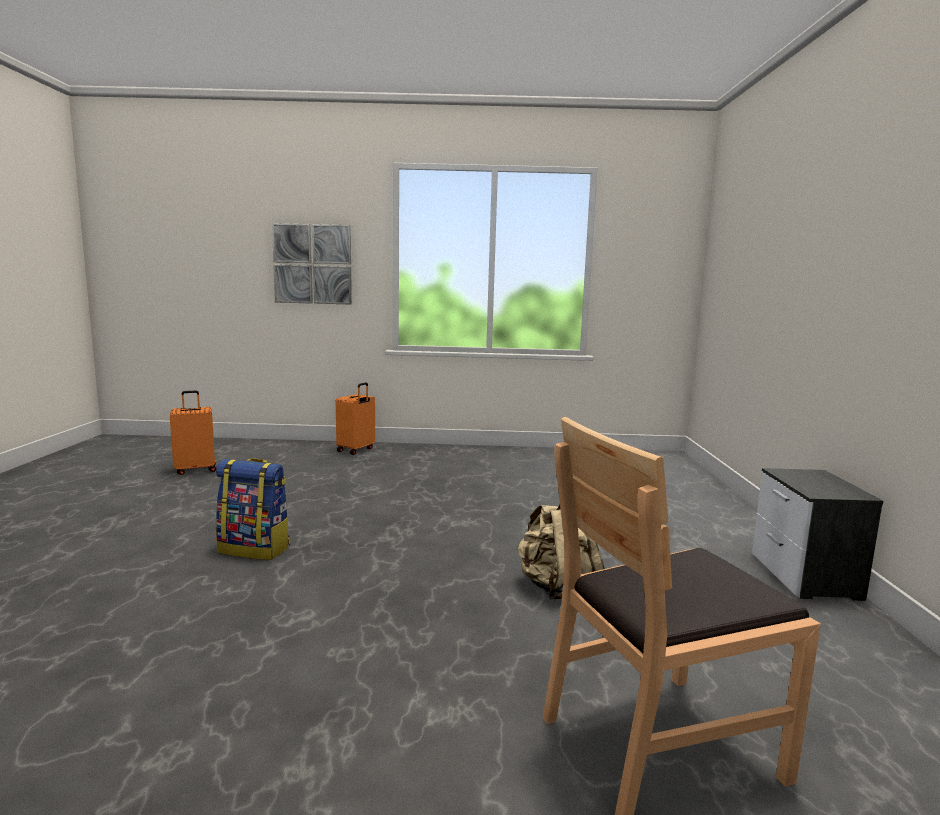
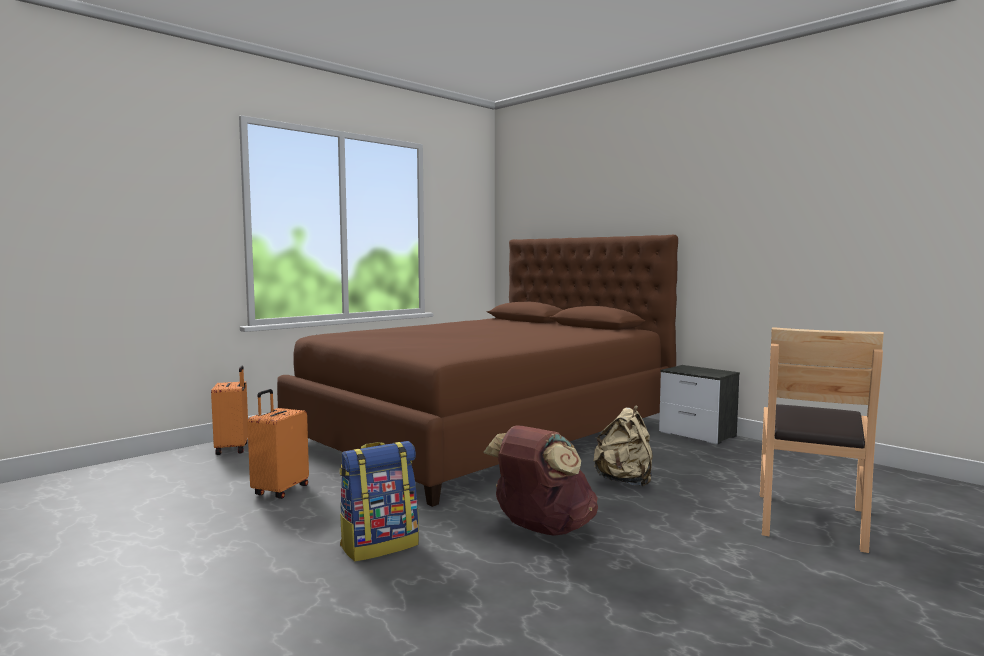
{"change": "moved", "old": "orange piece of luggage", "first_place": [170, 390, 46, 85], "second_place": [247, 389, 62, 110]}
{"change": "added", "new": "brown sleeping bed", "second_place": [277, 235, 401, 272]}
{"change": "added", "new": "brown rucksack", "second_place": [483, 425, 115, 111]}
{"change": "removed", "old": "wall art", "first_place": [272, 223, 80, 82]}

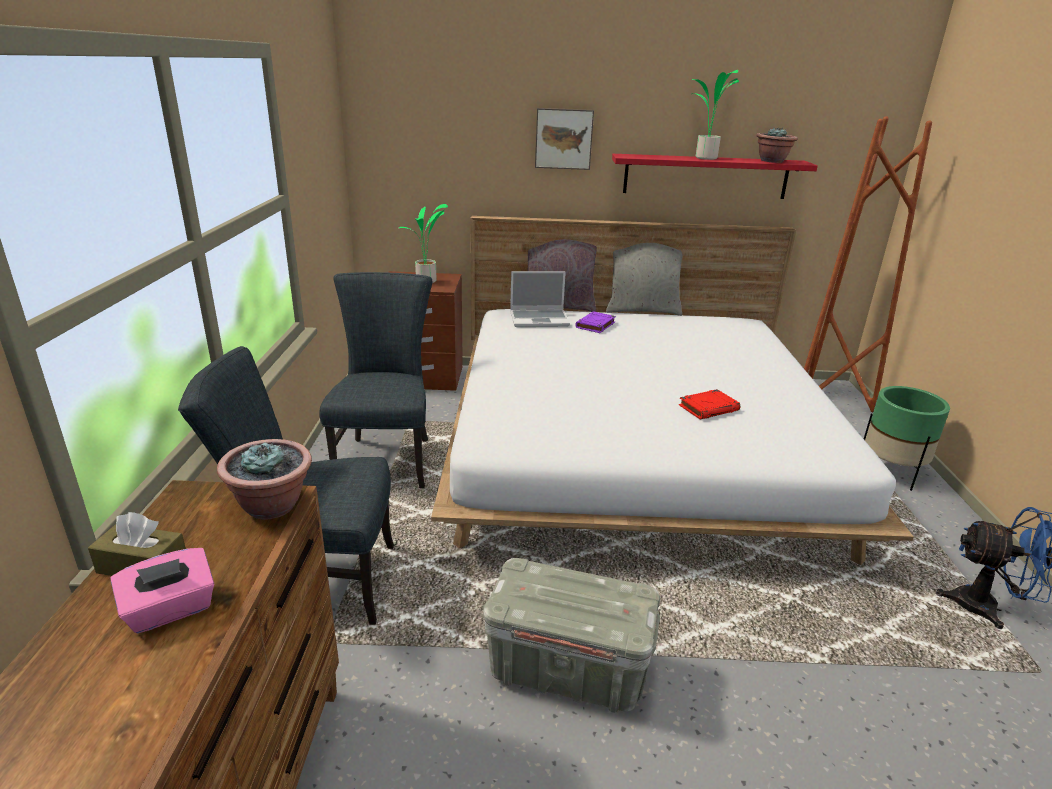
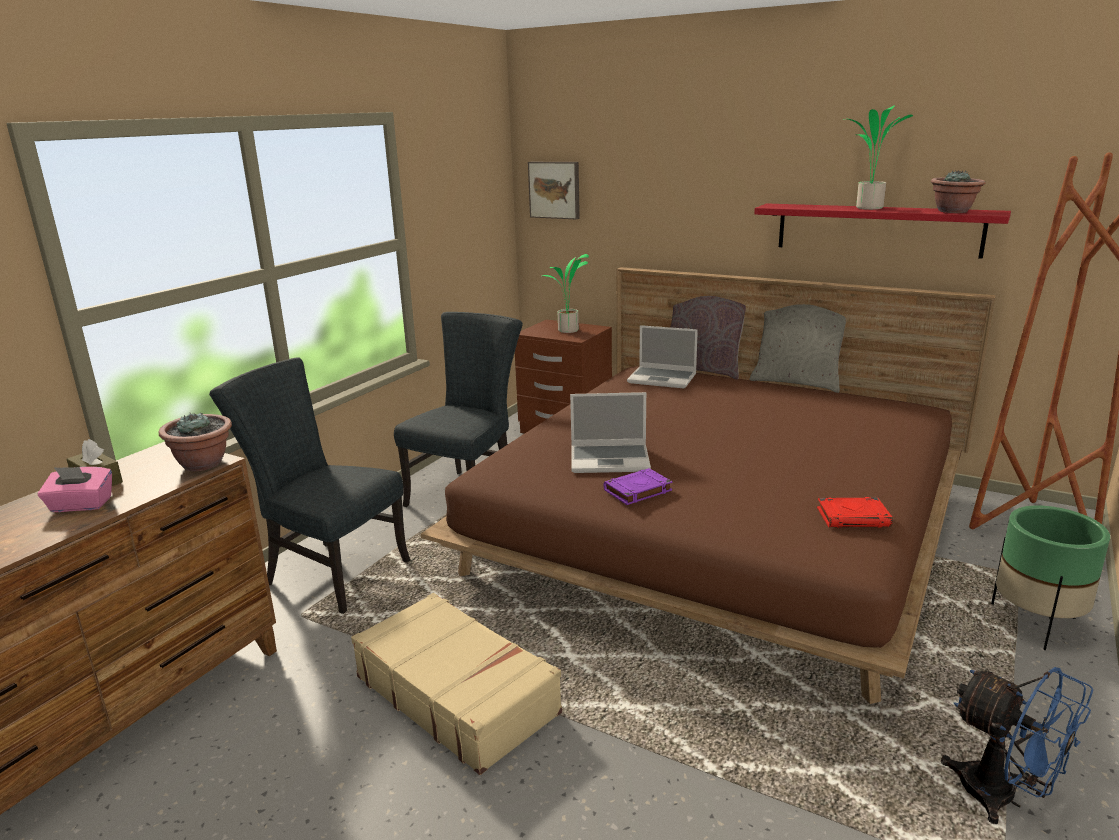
{"change": "replaced", "old": "grey storage box", "new": "beige-coloured piece of luggage", "first_place": [483, 558, 177, 155], "second_place": [351, 593, 211, 182]}
{"change": "recoloured", "old": "white-coloured sleeping bed", "new": "brown sleeping bed", "first_place": [431, 216, 483, 349], "second_place": [421, 267, 574, 437]}
{"change": "moved", "old": "wall art", "first_place": [535, 108, 59, 62], "second_place": [528, 162, 52, 57]}
{"change": "added", "new": "laptop", "second_place": [570, 392, 81, 81]}
{"change": "moved", "old": "purplish book", "first_place": [575, 311, 41, 22], "second_place": [603, 468, 70, 37]}
{"change": "moved", "old": "reddish book", "first_place": [679, 389, 61, 31], "second_place": [817, 497, 76, 31]}

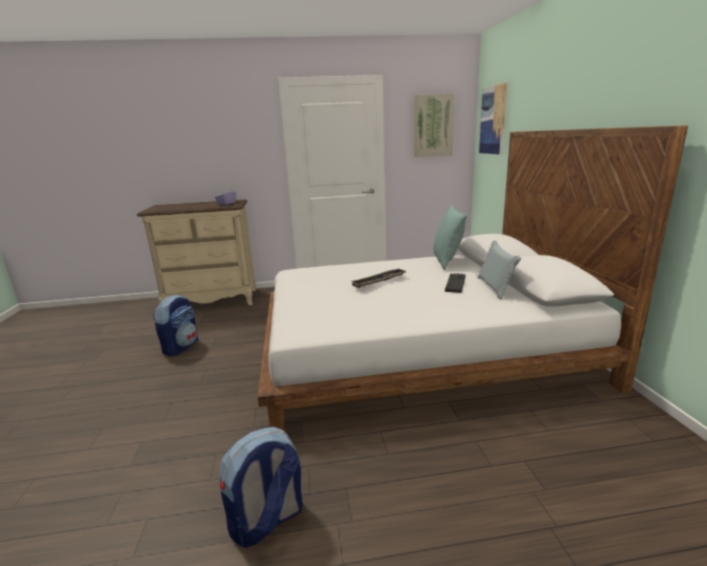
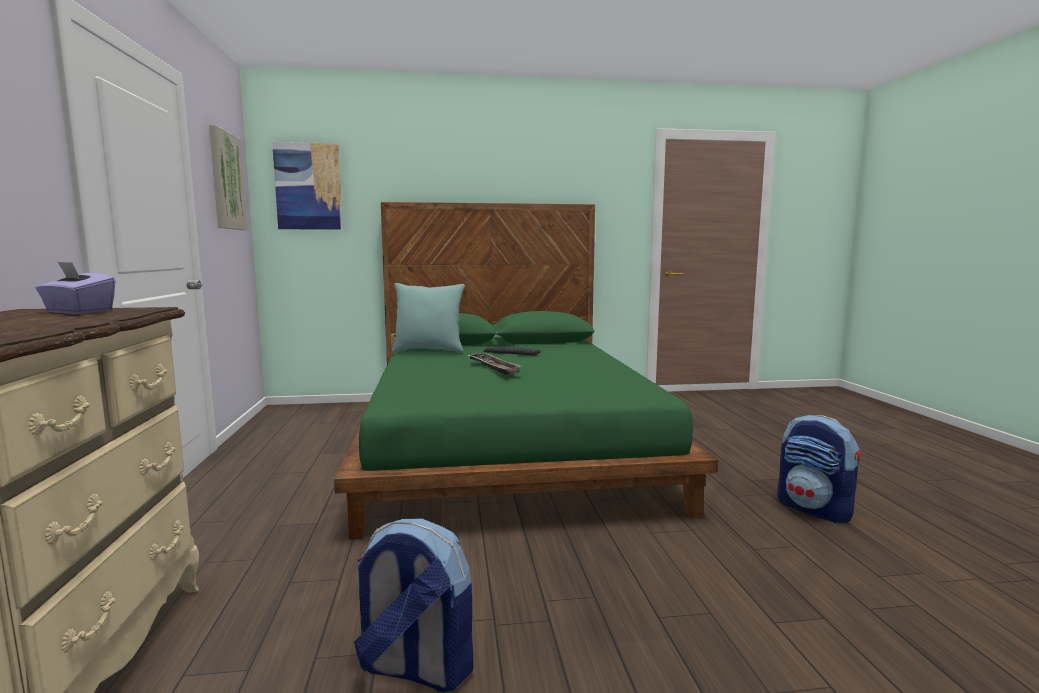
{"change": "recoloured", "old": "white-coloured sleeping bed", "new": "greenish sleeping bed", "first_place": [258, 125, 430, 305], "second_place": [334, 202, 384, 338]}
{"change": "removed", "old": "blue throw pillow", "first_place": [476, 240, 45, 60]}

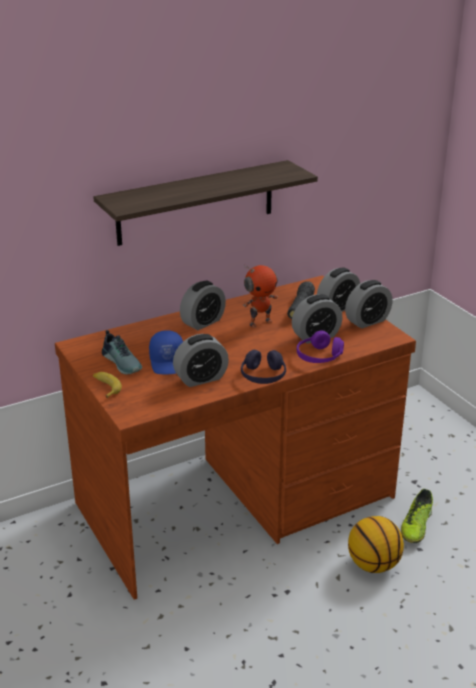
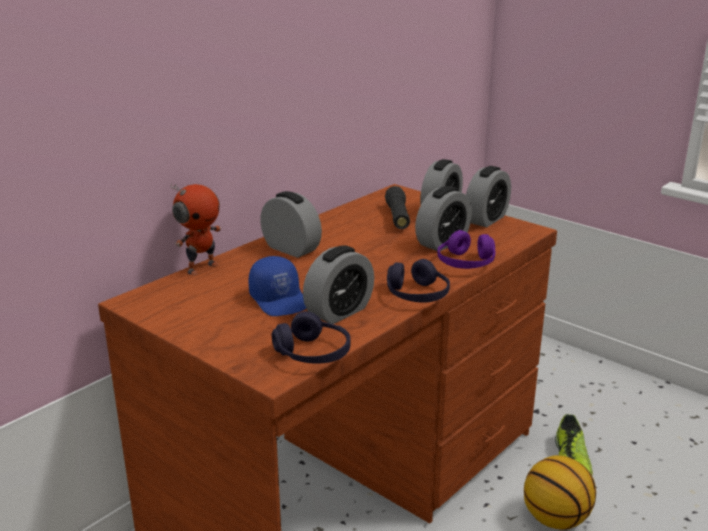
{"change": "moved", "old": "robot figure", "first_place": [243, 264, 35, 63], "second_place": [171, 183, 50, 92]}
{"change": "turned", "old": "alarm clock", "first_place": [180, 281, 46, 49], "second_place": [260, 191, 62, 67], "degrees": -75}
{"change": "added", "new": "purplish pair of headphones", "second_place": [272, 311, 78, 52]}
{"change": "removed", "old": "bracket shelf", "first_place": [93, 160, 225, 86]}
{"change": "removed", "old": "banana fruit", "first_place": [93, 372, 29, 26]}
{"change": "removed", "old": "shoe", "first_place": [102, 330, 40, 45]}

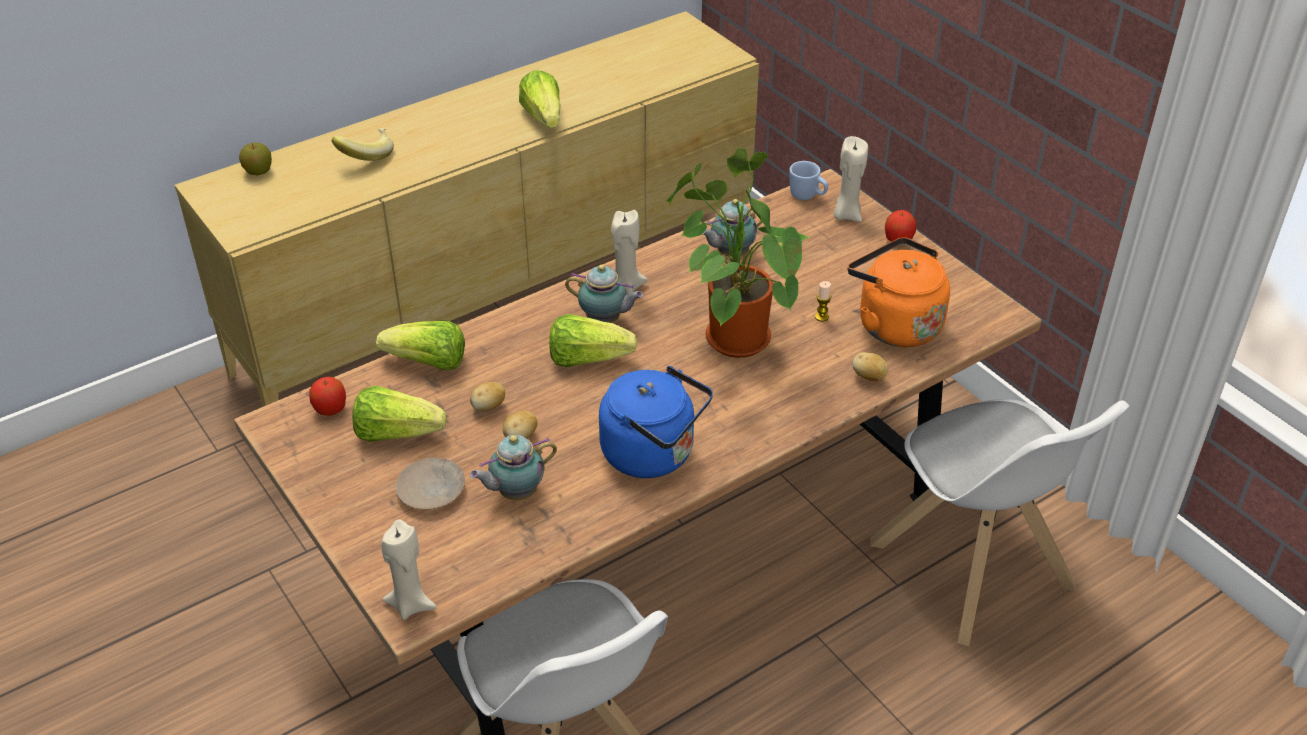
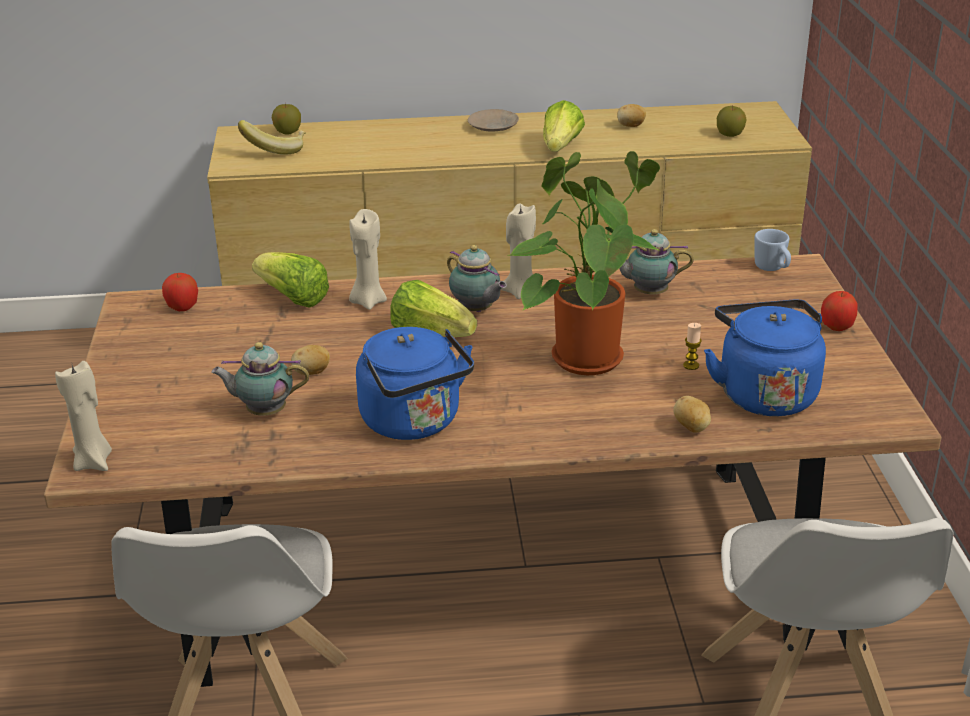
{"change": "moved", "old": "banana fruit", "first_place": [332, 128, 62, 33], "second_place": [238, 120, 68, 35]}
{"change": "moved", "old": "beige-coloured wax light", "first_place": [833, 136, 35, 86], "second_place": [349, 209, 38, 101]}
{"change": "moved", "old": "beige-coloured flat dish", "first_place": [396, 457, 69, 53], "second_place": [468, 109, 51, 23]}
{"change": "moved", "old": "spud", "first_place": [470, 382, 35, 30], "second_place": [617, 104, 29, 23]}
{"change": "recoloured", "old": "orange tea kettle", "new": "blue tea kettle", "first_place": [848, 238, 102, 109], "second_place": [704, 300, 122, 116]}
{"change": "added", "new": "apple", "second_place": [717, 105, 29, 32]}
{"change": "removed", "old": "lettuce", "first_place": [352, 385, 94, 57]}

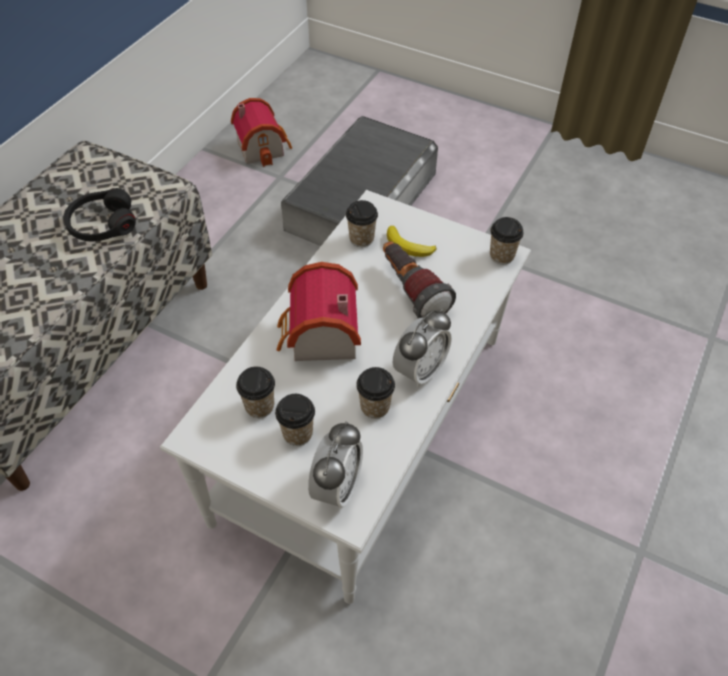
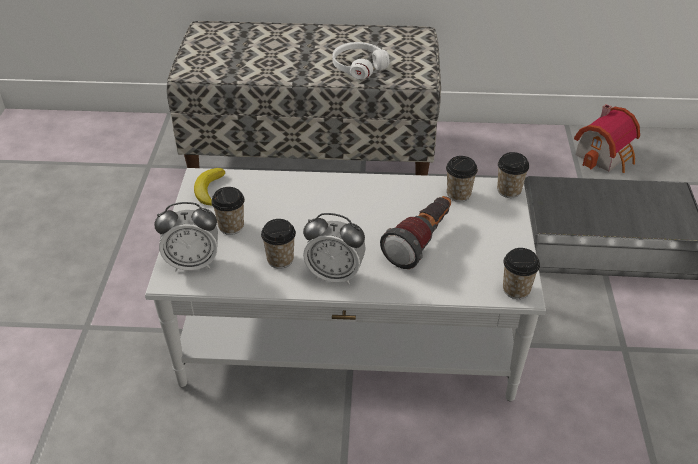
{"change": "moved", "old": "banana fruit", "first_place": [387, 226, 50, 31], "second_place": [194, 168, 31, 38]}
{"change": "recoloured", "old": "blackish pair of headphones", "new": "white-coloured pair of headphones", "first_place": [63, 188, 73, 53], "second_place": [332, 42, 58, 38]}
{"change": "moved", "old": "cup", "first_place": [236, 367, 39, 51], "second_place": [497, 152, 32, 46]}
{"change": "removed", "old": "model house", "first_place": [276, 262, 85, 99]}

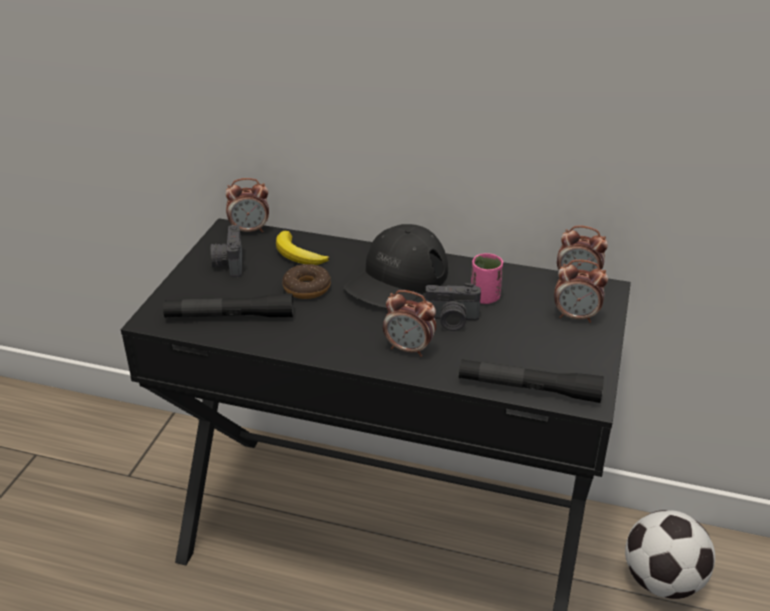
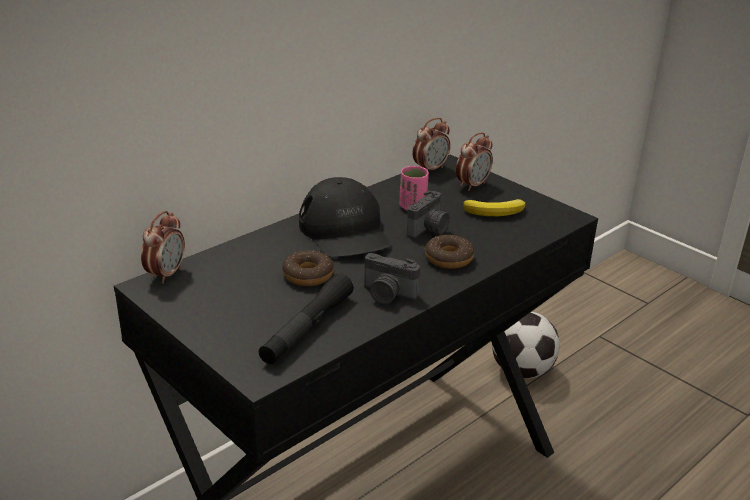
{"change": "moved", "old": "photo camera", "first_place": [211, 225, 31, 52], "second_place": [364, 253, 56, 51]}
{"change": "replaced", "old": "alarm clock", "new": "ring doughnut", "first_place": [383, 290, 53, 67], "second_place": [425, 235, 49, 34]}
{"change": "moved", "old": "banana fruit", "first_place": [276, 231, 53, 34], "second_place": [463, 199, 62, 17]}
{"change": "removed", "old": "blackish hand torch", "first_place": [459, 359, 145, 44]}

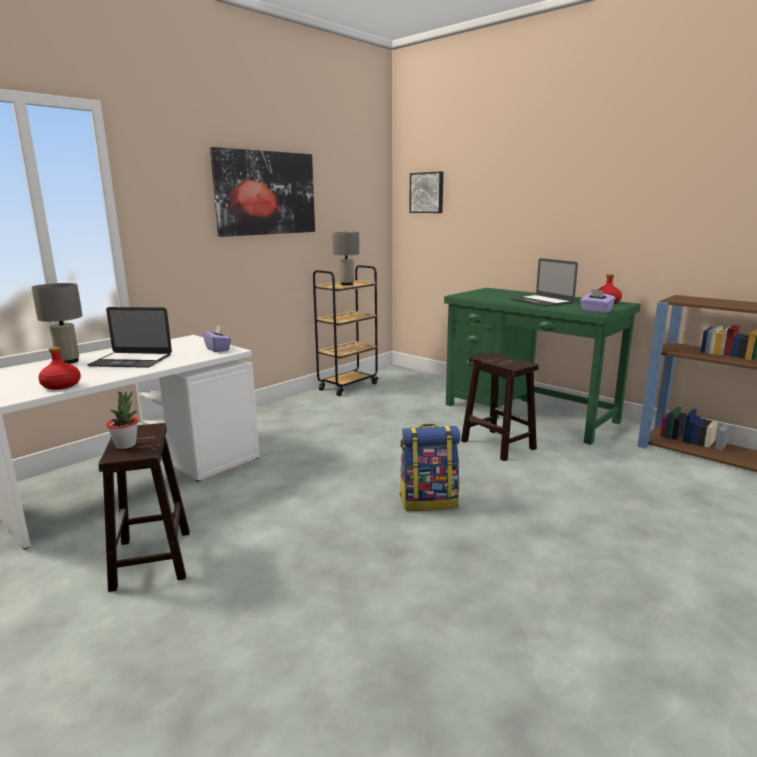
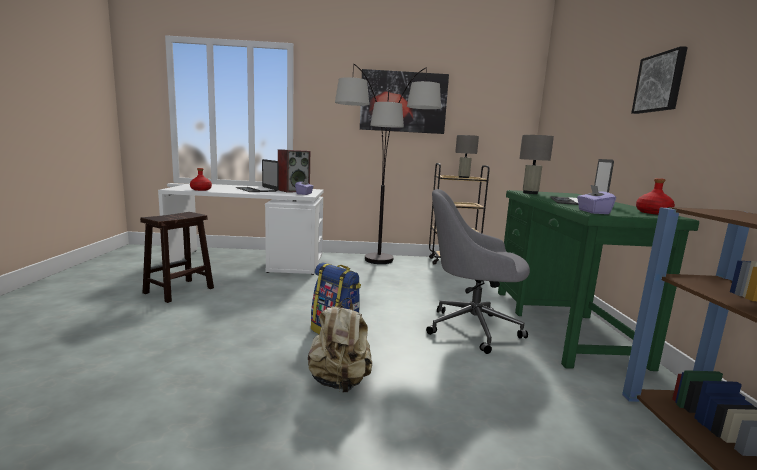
{"change": "added", "new": "speaker", "second_place": [278, 149, 32, 44]}
{"change": "added", "new": "beige-coloured rucksack", "second_place": [308, 298, 64, 95]}
{"change": "added", "new": "standing lamp", "second_place": [335, 64, 106, 200]}
{"change": "replaced", "old": "brown stool seat", "new": "grey office chair", "first_place": [461, 352, 78, 109], "second_place": [426, 189, 104, 165]}
{"change": "moved", "old": "grey tabletop lamp", "first_place": [32, 283, 50, 81], "second_place": [520, 135, 34, 59]}
{"change": "moved", "old": "wall art", "first_place": [409, 171, 34, 42], "second_place": [631, 46, 57, 68]}
{"change": "removed", "old": "plant in a pot", "first_place": [106, 391, 32, 58]}

